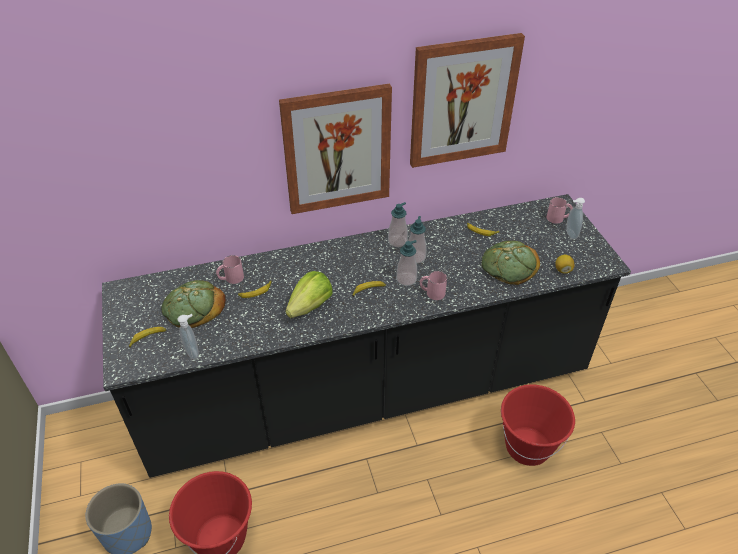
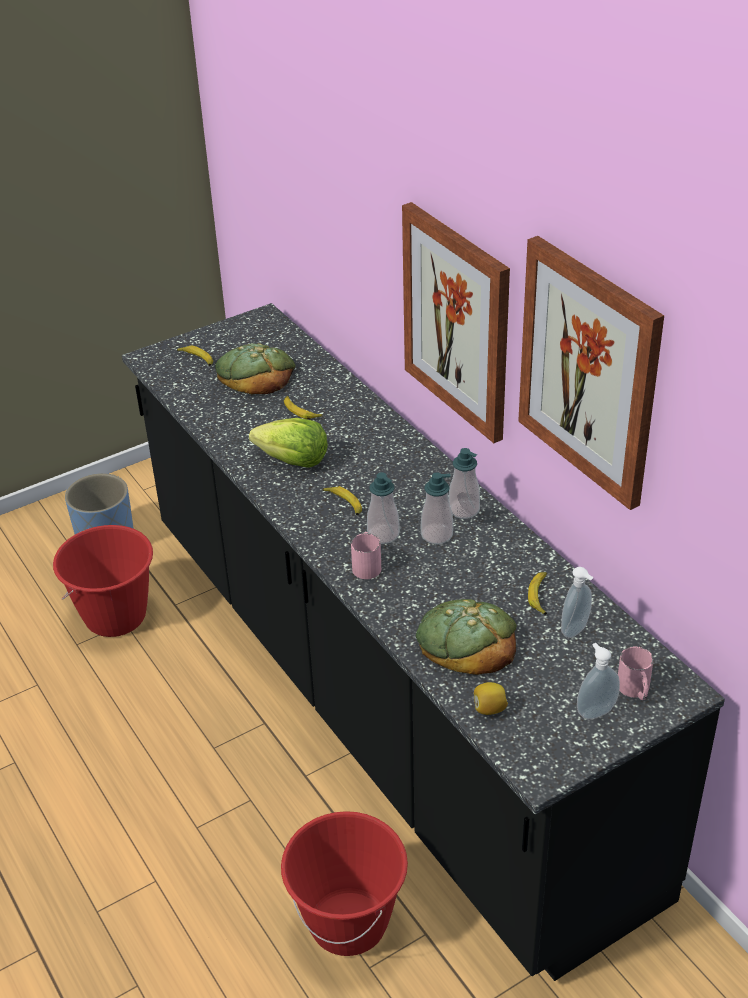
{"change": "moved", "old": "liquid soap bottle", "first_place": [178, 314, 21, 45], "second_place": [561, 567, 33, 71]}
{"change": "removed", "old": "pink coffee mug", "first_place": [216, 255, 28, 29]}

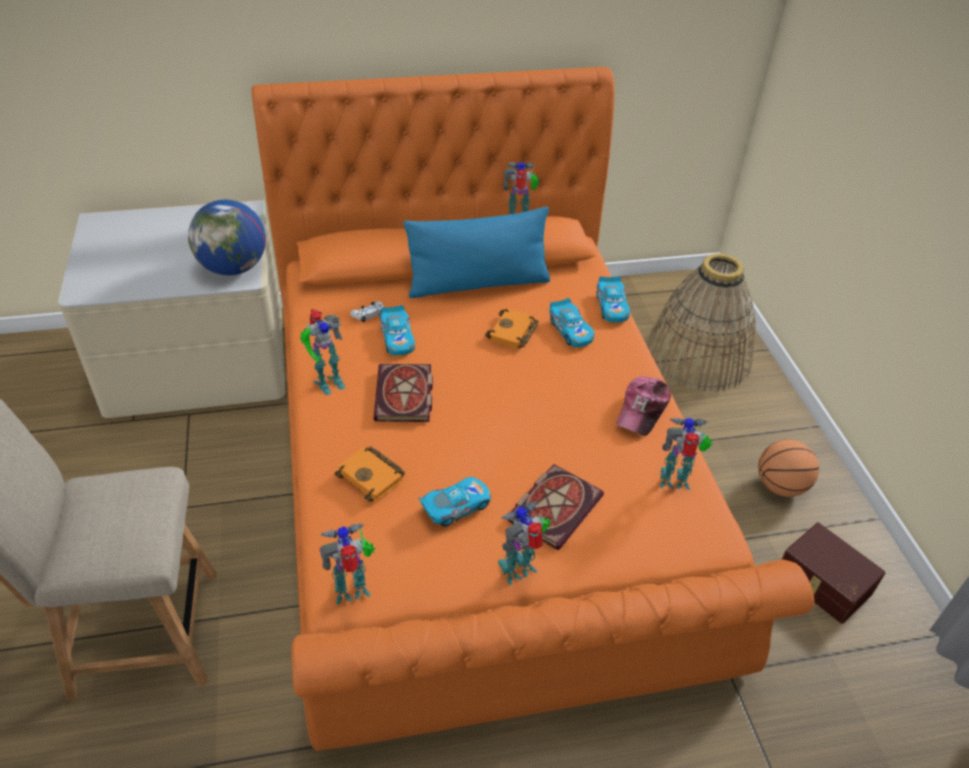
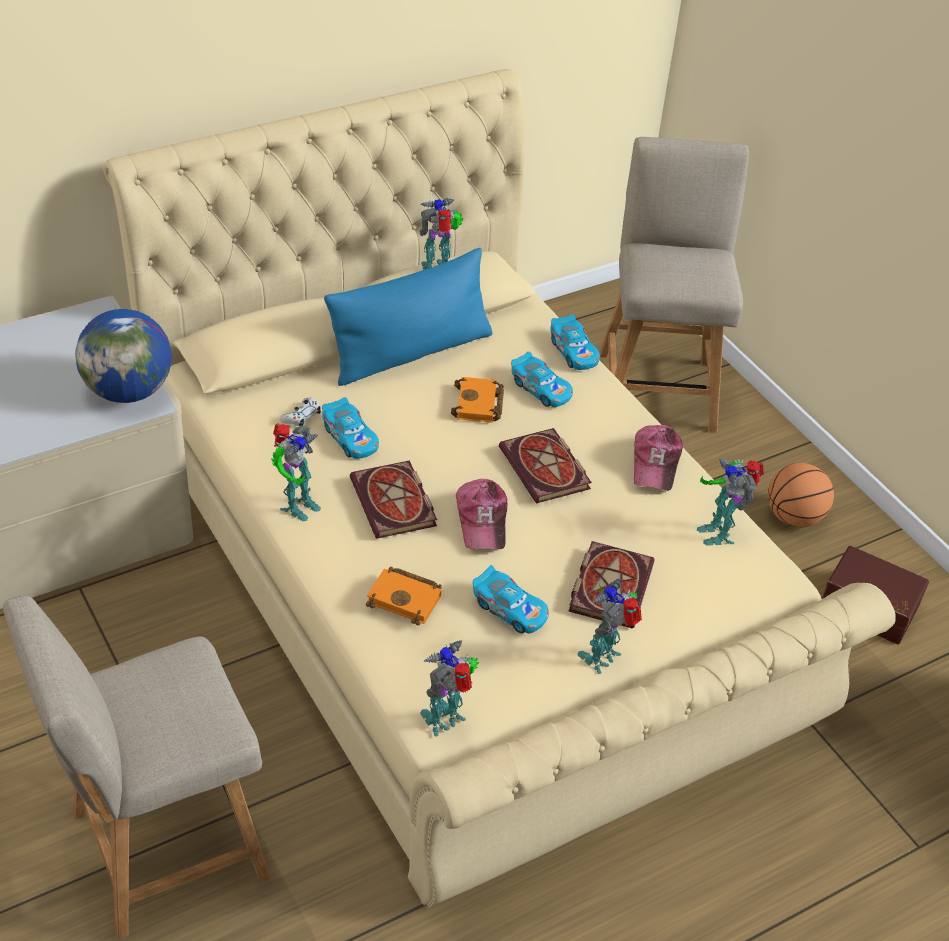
{"change": "recoloured", "old": "orange sleeping bed", "new": "beige-coloured sleeping bed", "first_place": [252, 67, 562, 684], "second_place": [103, 69, 792, 839]}
{"change": "added", "new": "baseball cap", "second_place": [456, 479, 51, 71]}
{"change": "turned", "old": "toy car", "first_place": [419, 477, 72, 50], "second_place": [473, 565, 76, 69], "degrees": 90}
{"change": "added", "new": "book", "second_place": [499, 428, 93, 76]}
{"change": "replaced", "old": "basket", "new": "beige-coloured upright chair", "first_place": [647, 253, 109, 139], "second_place": [600, 137, 149, 296]}
{"change": "turned", "old": "robot figure", "first_place": [660, 417, 52, 73], "second_place": [697, 458, 67, 88], "degrees": -90}

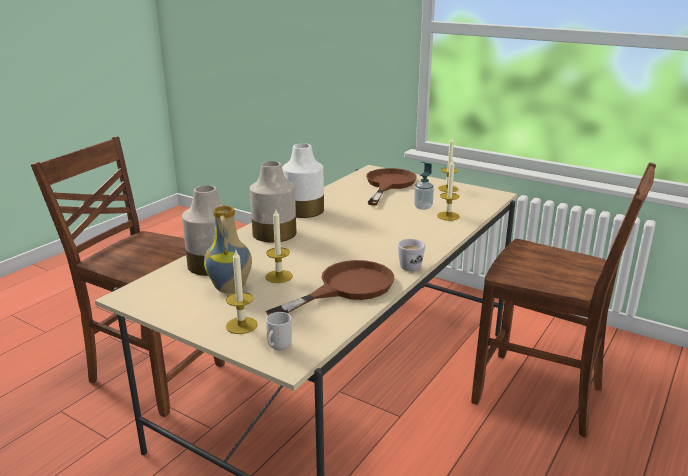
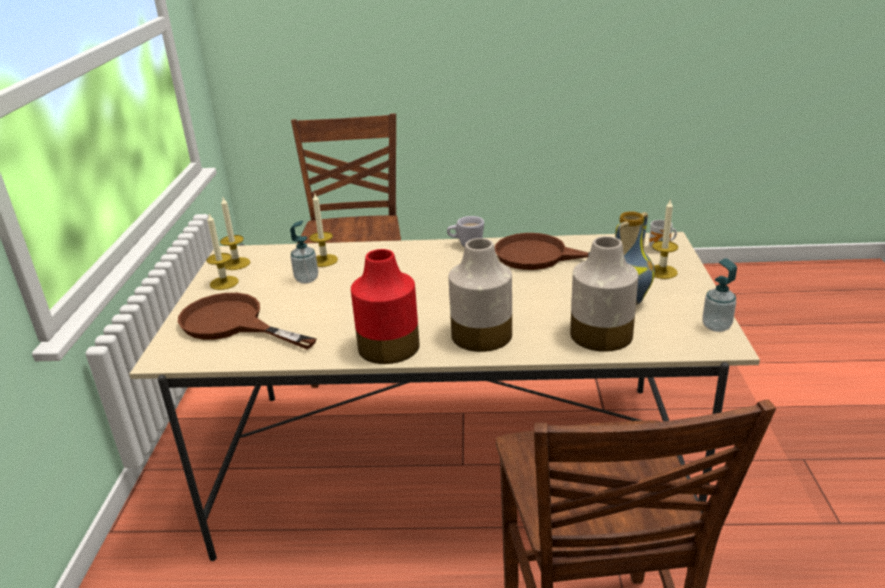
{"change": "turned", "old": "brown pan", "first_place": [366, 168, 51, 38], "second_place": [178, 293, 138, 56], "degrees": 45}
{"change": "moved", "old": "wax light", "first_place": [265, 209, 28, 74], "second_place": [220, 197, 30, 73]}
{"change": "recoloured", "old": "white-coloured flower vase", "new": "reddish flower vase", "first_place": [282, 143, 42, 75], "second_place": [351, 249, 69, 115]}
{"change": "added", "new": "liquid soap bottle", "second_place": [702, 258, 35, 74]}

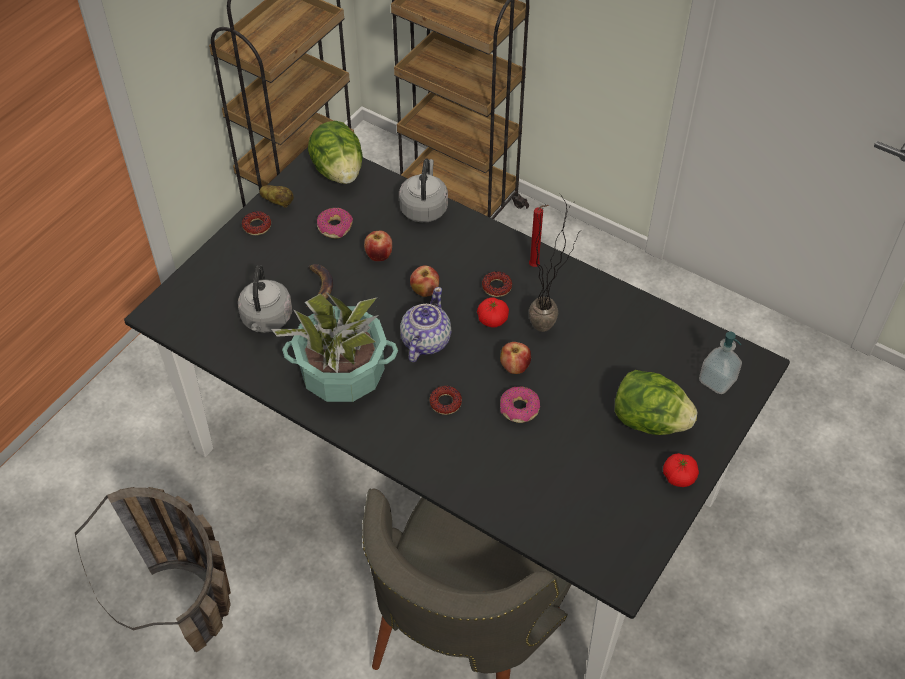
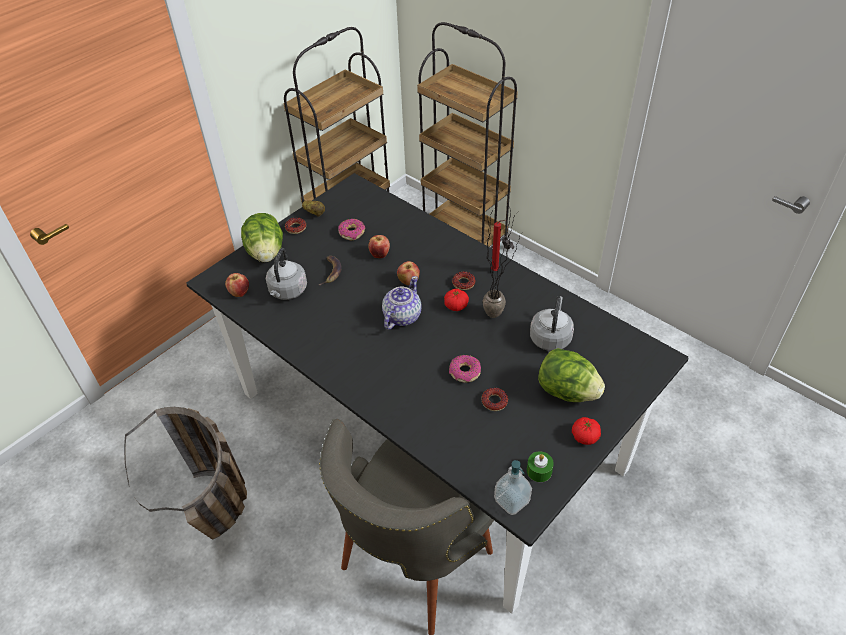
{"change": "moved", "old": "apple", "first_place": [500, 342, 31, 32], "second_place": [225, 273, 24, 24]}
{"change": "moved", "old": "lettuce", "first_place": [308, 121, 55, 63], "second_place": [241, 213, 42, 49]}
{"change": "moved", "old": "ring doughnut", "first_place": [429, 386, 33, 29], "second_place": [481, 388, 27, 23]}
{"change": "moved", "old": "liquid soap bottle", "first_place": [699, 331, 43, 63], "second_place": [494, 460, 38, 55]}
{"change": "added", "new": "greenish wax light", "second_place": [527, 451, 27, 31]}
{"change": "moved", "old": "grey tea kettle", "first_place": [399, 158, 49, 64], "second_place": [530, 296, 44, 55]}
{"change": "removed", "old": "plant in a pot", "first_place": [271, 293, 127, 109]}

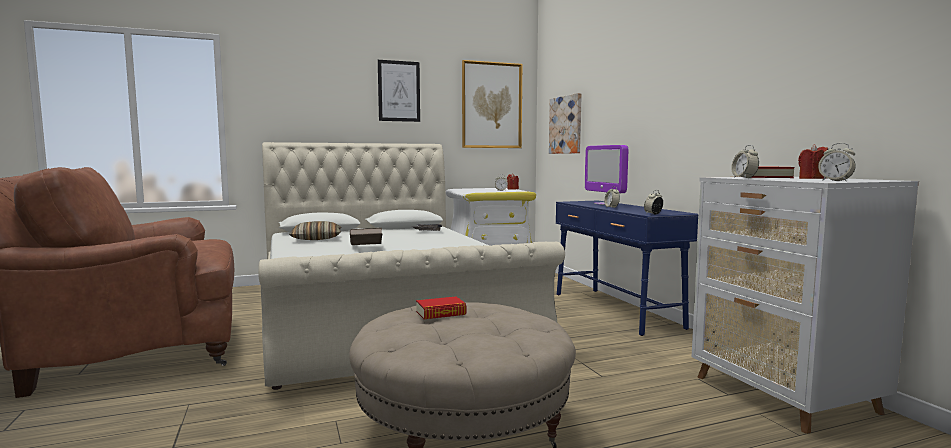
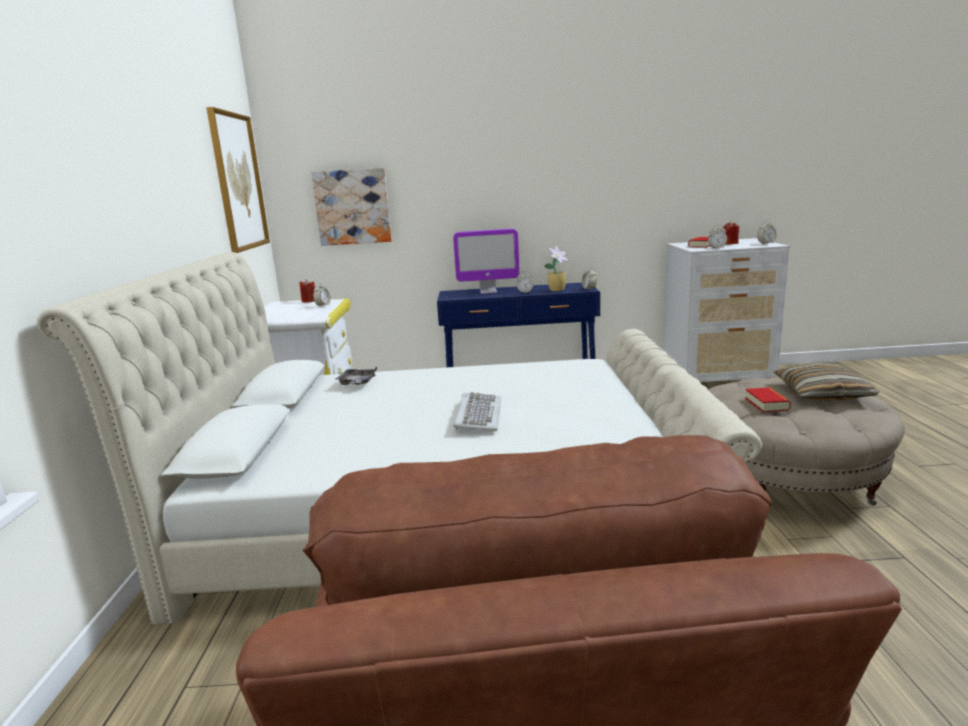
{"change": "replaced", "old": "brown book", "new": "PC keyboard", "first_place": [350, 228, 32, 17], "second_place": [453, 392, 48, 39]}
{"change": "added", "new": "plant in a pot", "second_place": [544, 246, 24, 45]}
{"change": "moved", "old": "throw pillow", "first_place": [289, 221, 53, 19], "second_place": [773, 363, 107, 38]}
{"change": "removed", "old": "wall art", "first_place": [378, 60, 42, 62]}

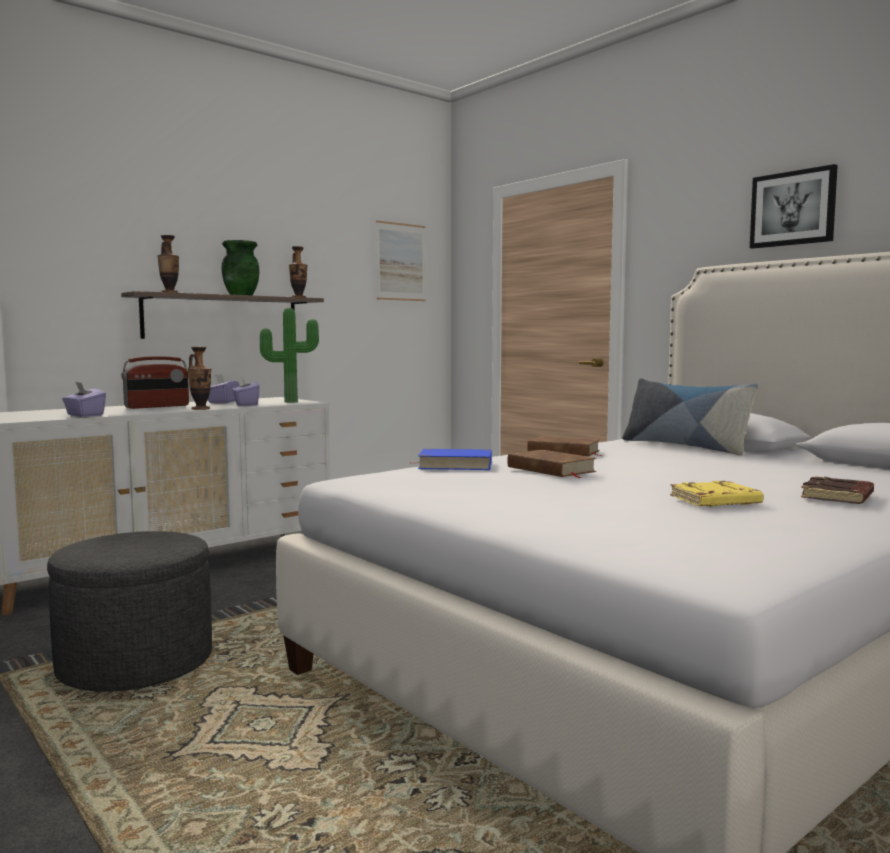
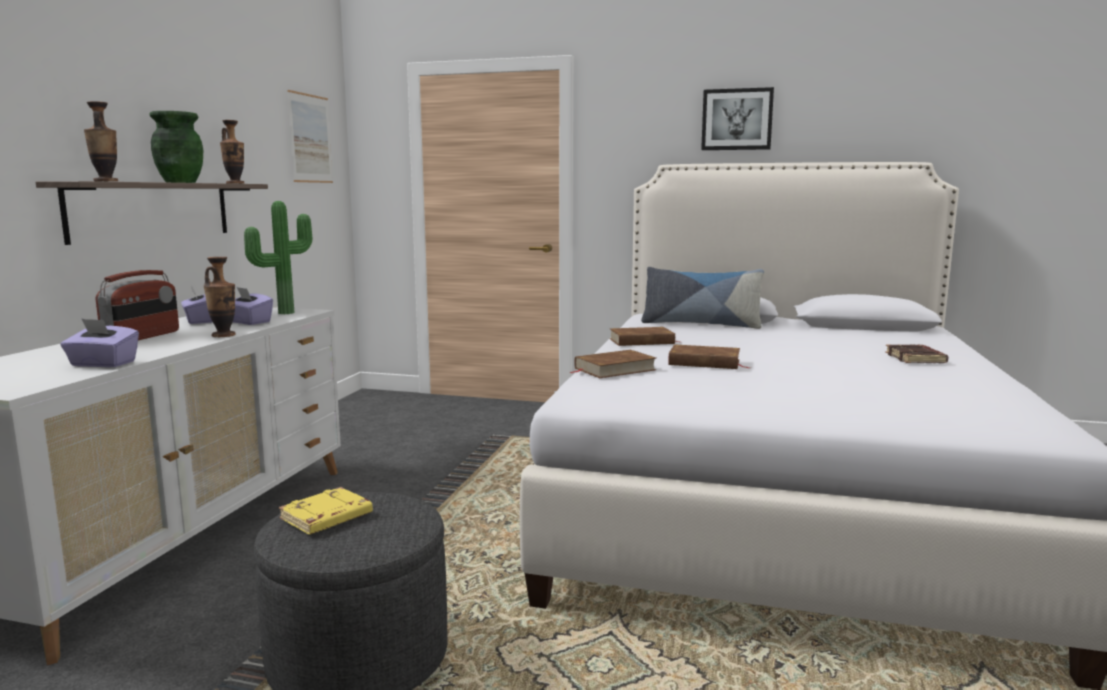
{"change": "moved", "old": "yellowish book", "first_place": [670, 481, 93, 26], "second_place": [279, 487, 94, 47]}
{"change": "recoloured", "old": "blue book", "new": "brown book", "first_place": [417, 449, 75, 21], "second_place": [571, 350, 85, 28]}

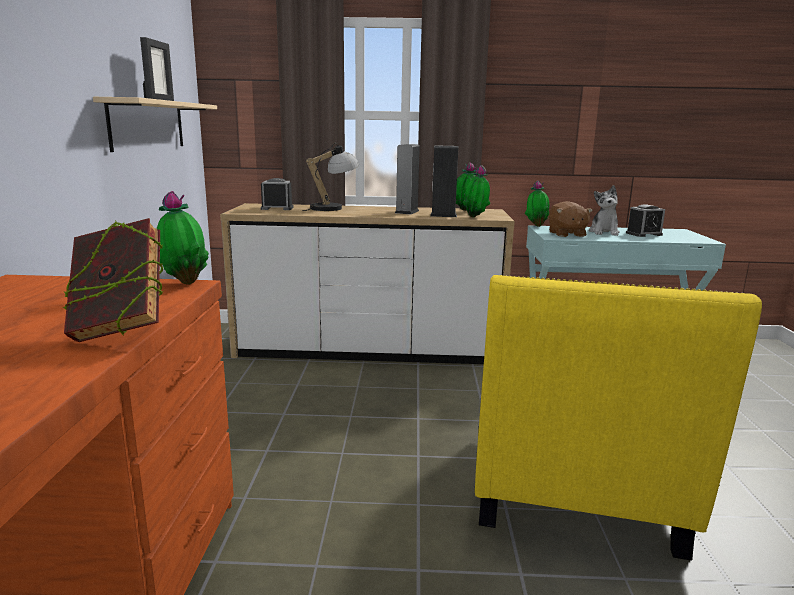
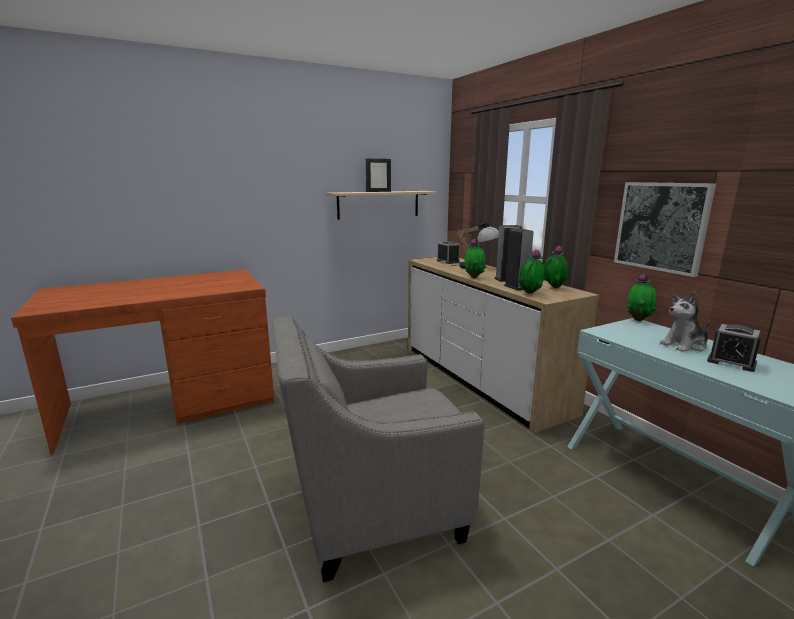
{"change": "recoloured", "old": "yellowish armchair", "new": "grey armchair", "first_place": [475, 275, 287, 286], "second_place": [272, 316, 212, 266]}
{"change": "moved", "old": "plant in a pot", "first_place": [157, 191, 52, 94], "second_place": [465, 238, 21, 40]}
{"change": "added", "new": "wall art", "second_place": [614, 182, 102, 95]}
{"change": "removed", "old": "book", "first_place": [63, 218, 100, 124]}
{"change": "removed", "old": "brown soft toy", "first_place": [549, 201, 44, 36]}

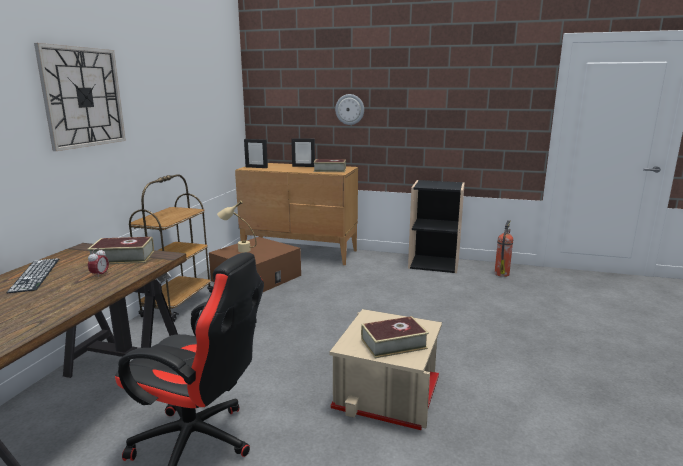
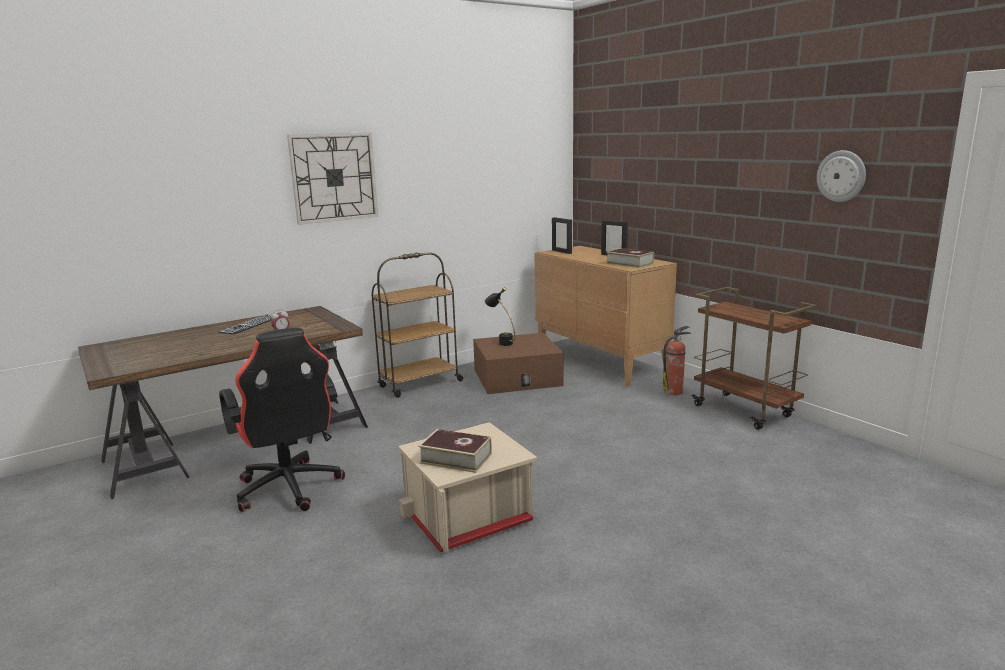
{"change": "recoloured", "old": "beige-coloured tabletop lamp", "new": "blackish tabletop lamp", "first_place": [217, 200, 40, 53], "second_place": [485, 287, 30, 59]}
{"change": "moved", "old": "extinguisher", "first_place": [495, 220, 18, 57], "second_place": [663, 326, 28, 69]}
{"change": "replaced", "old": "blackish bookcase", "new": "brown trolley", "first_place": [408, 180, 57, 93], "second_place": [691, 287, 126, 143]}
{"change": "moved", "old": "clock on the wall", "first_place": [335, 94, 29, 31], "second_place": [817, 150, 49, 52]}
{"change": "removed", "old": "book", "first_place": [88, 237, 66, 27]}

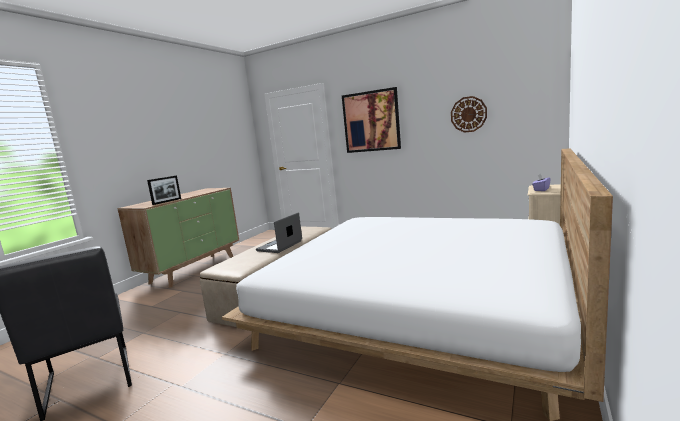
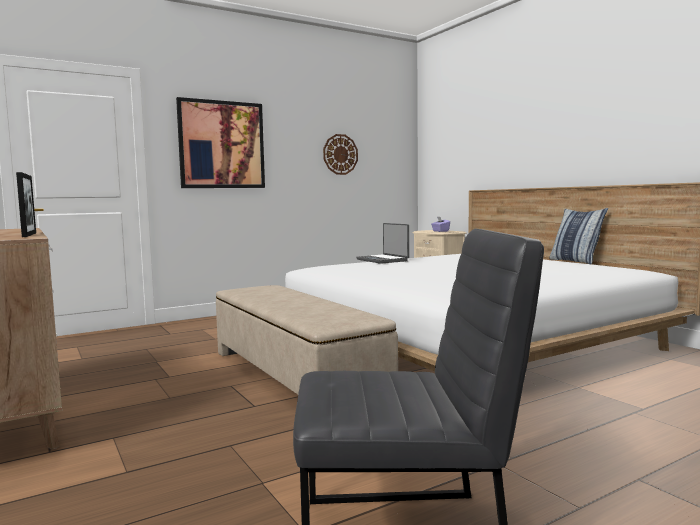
{"change": "moved", "old": "laptop", "first_place": [256, 212, 46, 41], "second_place": [356, 223, 53, 41]}
{"change": "added", "new": "throw pillow", "second_place": [549, 208, 59, 56]}

